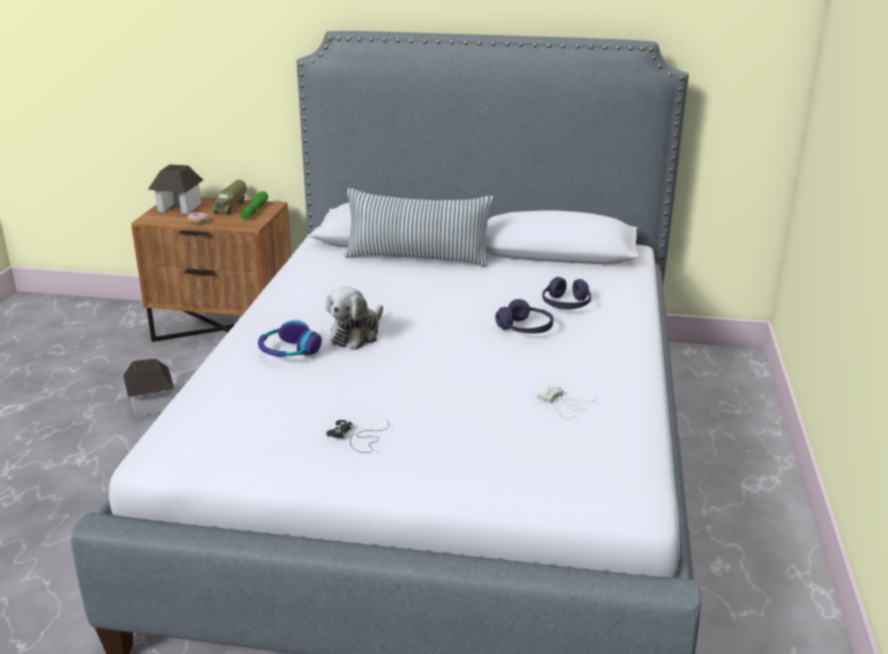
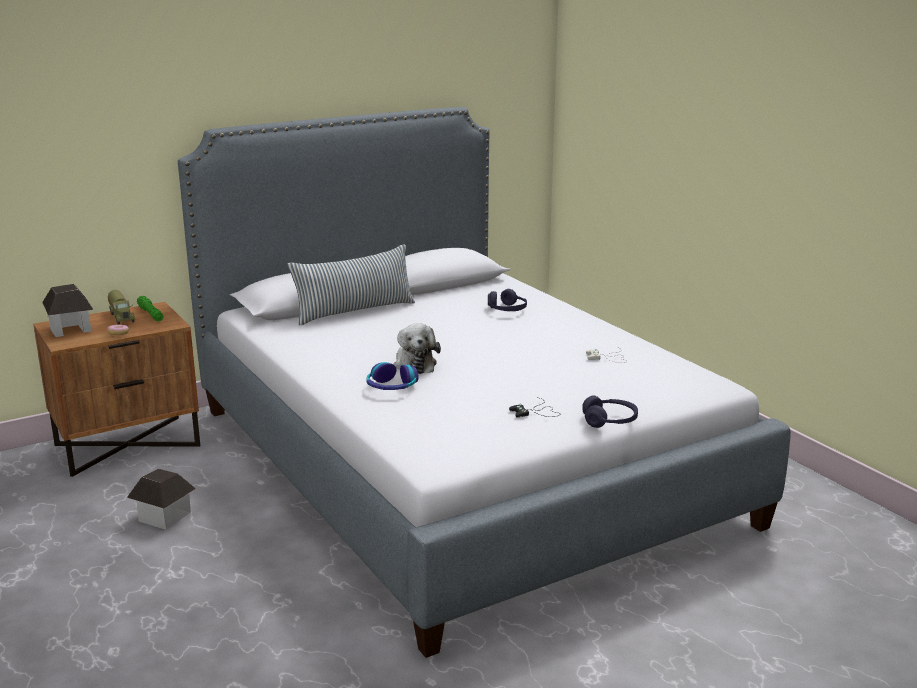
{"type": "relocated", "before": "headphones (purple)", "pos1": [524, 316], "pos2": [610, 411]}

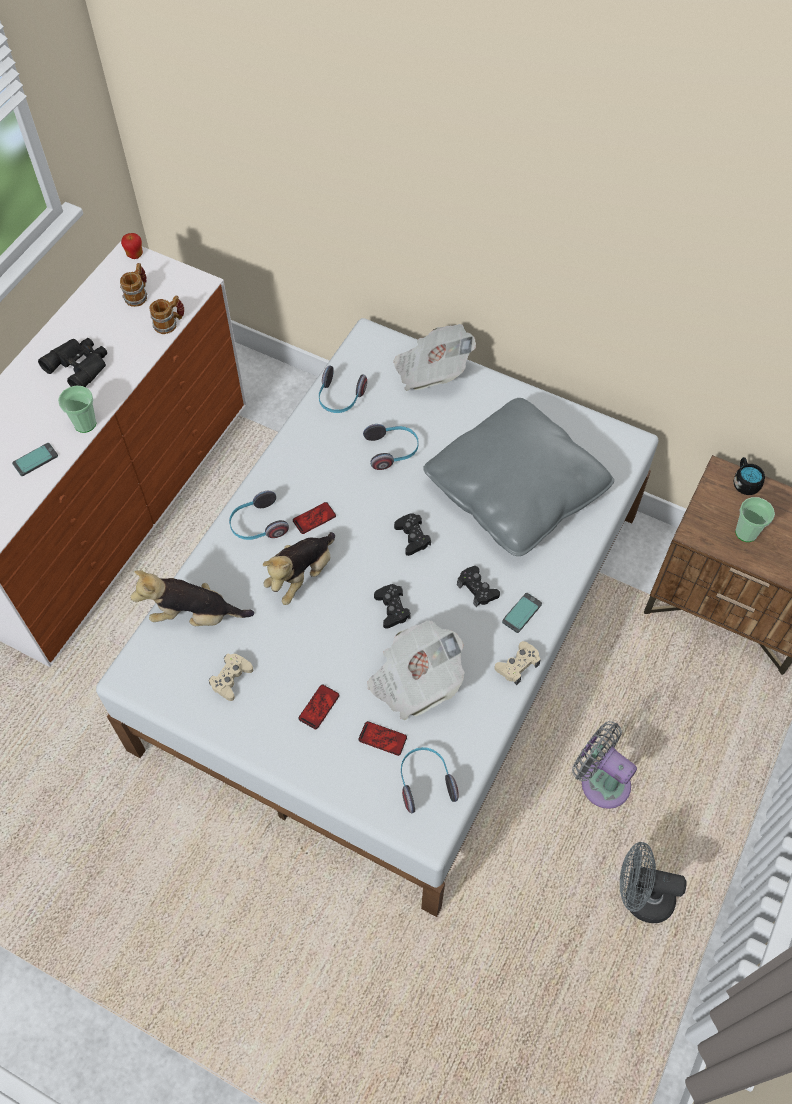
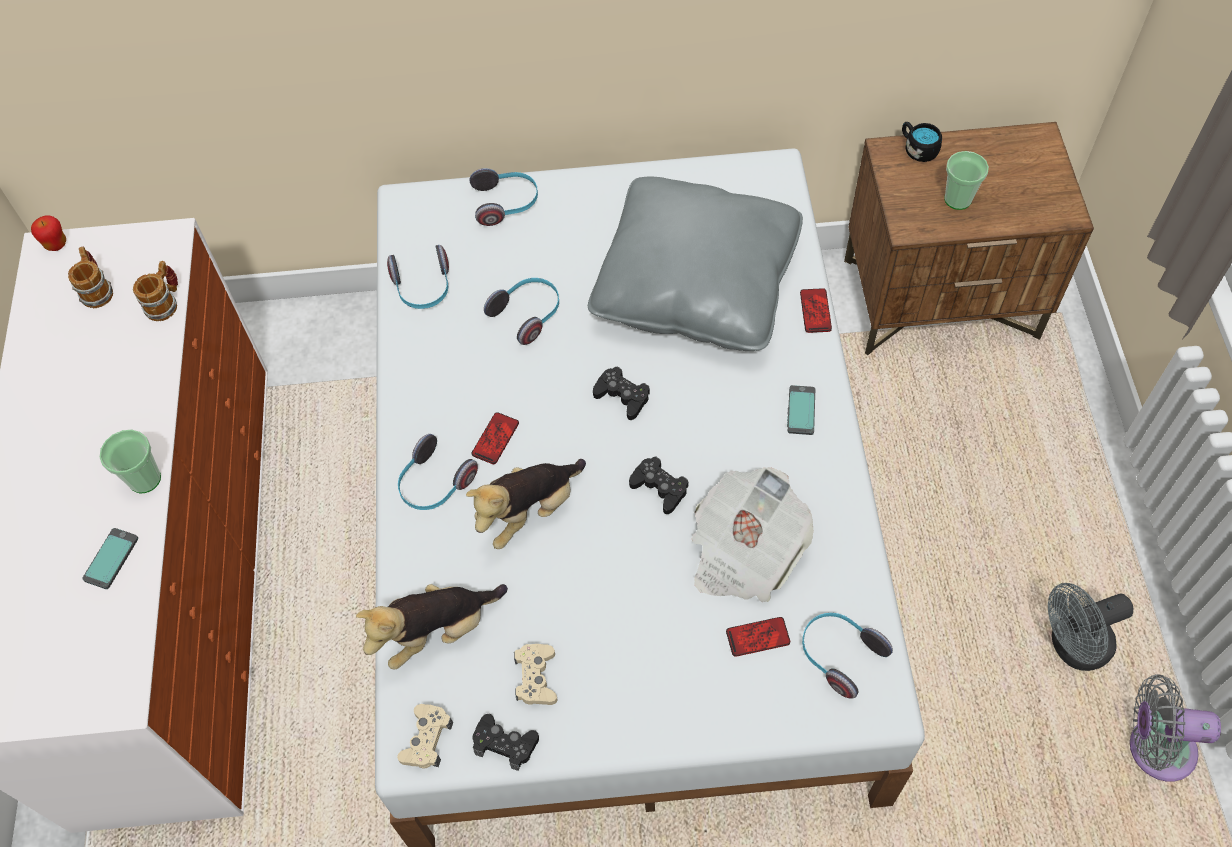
{"type": "missing", "before": "binoculars (black)", "pos1": [72, 362]}
{"type": "relocated", "before": "phone", "pos1": [318, 706], "pos2": [816, 310]}
{"type": "relocated", "before": "game controller (black)", "pos1": [478, 586], "pos2": [506, 742]}
{"type": "relocated", "before": "game controller (beige)", "pos1": [517, 663], "pos2": [425, 736]}
{"type": "relocated", "before": "fan (grey)", "pos1": [604, 765], "pos2": [1175, 728]}
{"type": "exchanged", "before": "newspaper", "after": "headphones", "pos1": [434, 357], "pos2": [504, 197]}
{"type": "spun", "before": "plush toy", "pos1": [299, 568], "pos2": [526, 504], "turn": 45}

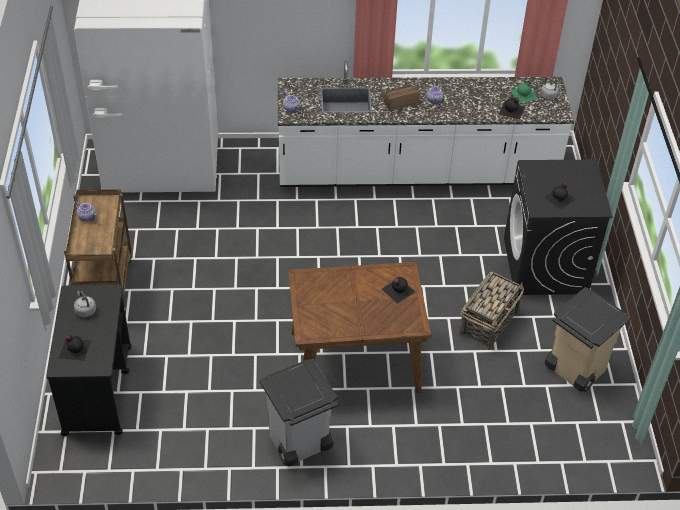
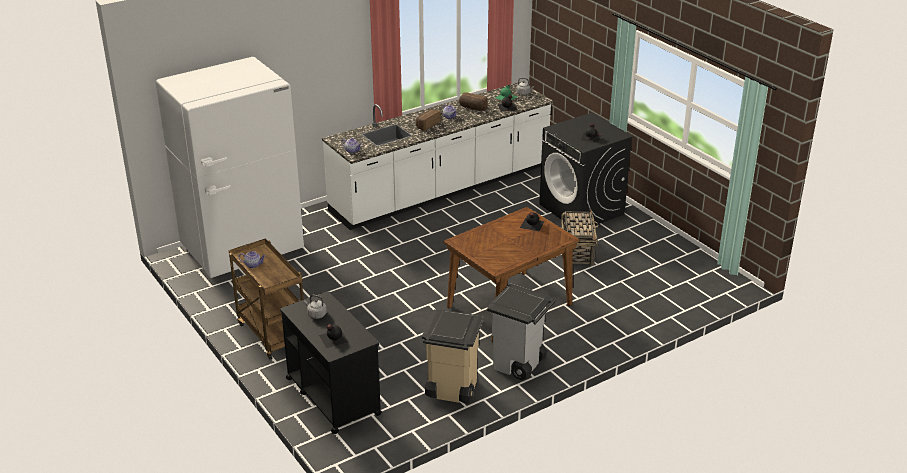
{"type": "appeared", "after": "bread", "pos2": [473, 101]}
{"type": "relocated", "before": "trash can (beige)", "pos1": [587, 339], "pos2": [453, 356]}

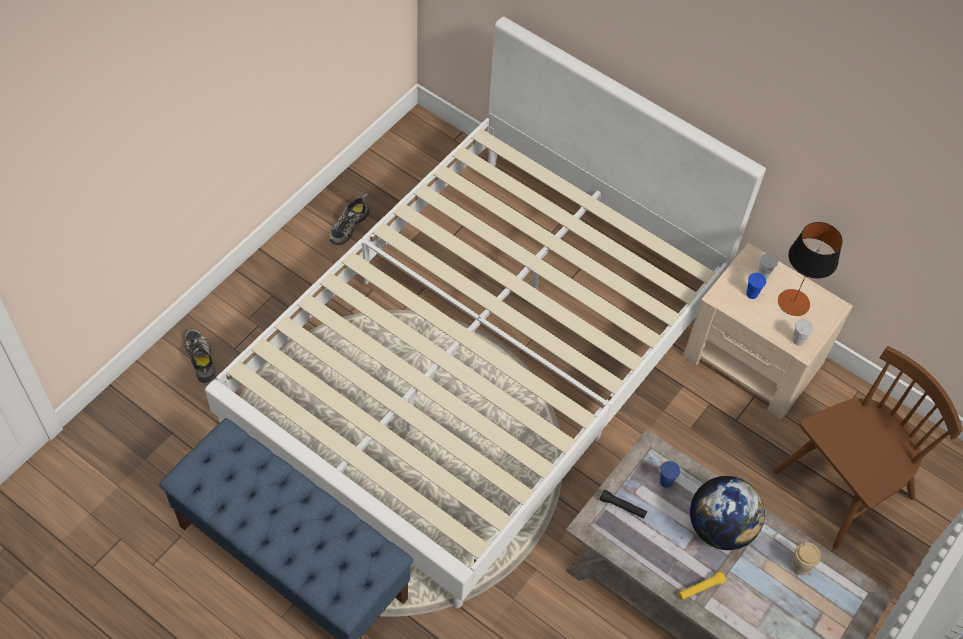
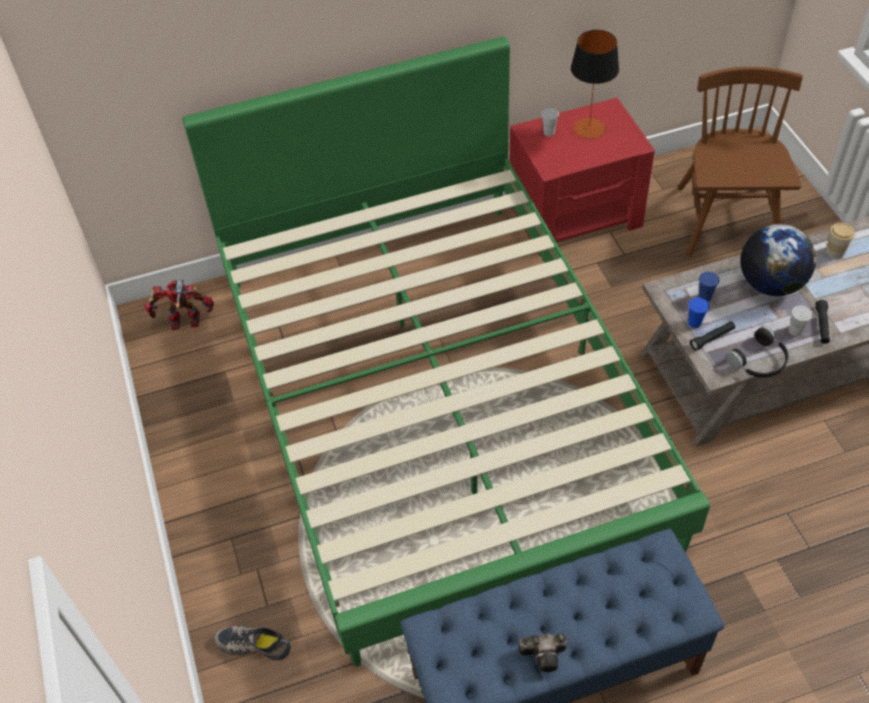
{"type": "missing", "before": "shoe", "pos1": [349, 219]}
{"type": "appeared", "after": "toy robot", "pos2": [179, 304]}
{"type": "appeared", "after": "photo camera", "pos2": [543, 653]}
{"type": "appeared", "after": "headphones (black)", "pos2": [757, 352]}
{"type": "relocated", "before": "cup (blue)", "pos1": [756, 286], "pos2": [698, 312]}
{"type": "relocated", "before": "cup (white)", "pos1": [803, 332], "pos2": [800, 320]}
{"type": "colour", "before": "bed (white)", "after": "bed (green)", "pos1": [485, 312], "pos2": [446, 351]}
{"type": "colour", "before": "flashlight (yellow)", "after": "flashlight (black)", "pos1": [702, 585], "pos2": [822, 322]}
{"type": "colour", "before": "nightstand (beige)", "after": "nightstand (red)", "pos1": [768, 331], "pos2": [582, 177]}

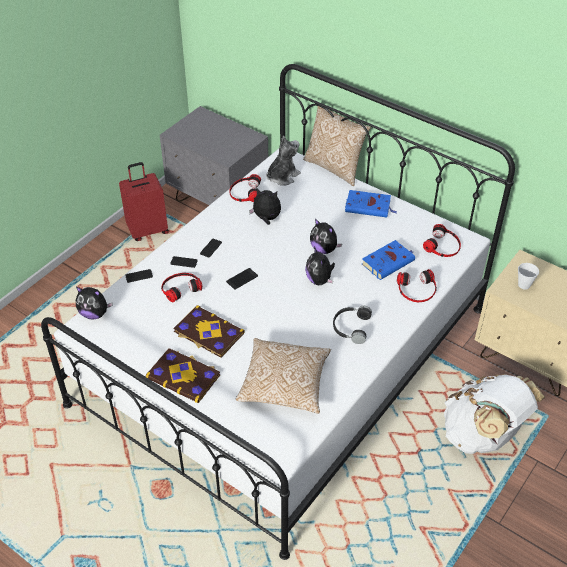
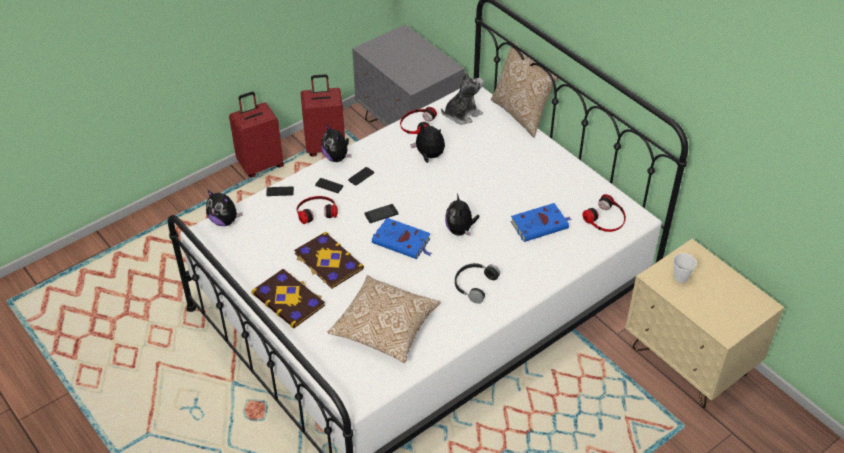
{"type": "missing", "before": "headphones", "pos1": [417, 285]}
{"type": "missing", "before": "backpack (white)", "pos1": [494, 414]}
{"type": "appeared", "after": "suitcase (red)", "pos2": [256, 135]}
{"type": "relocated", "before": "plush toy", "pos1": [326, 236], "pos2": [336, 143]}
{"type": "relocated", "before": "book (blue)", "pos1": [371, 204], "pos2": [402, 238]}

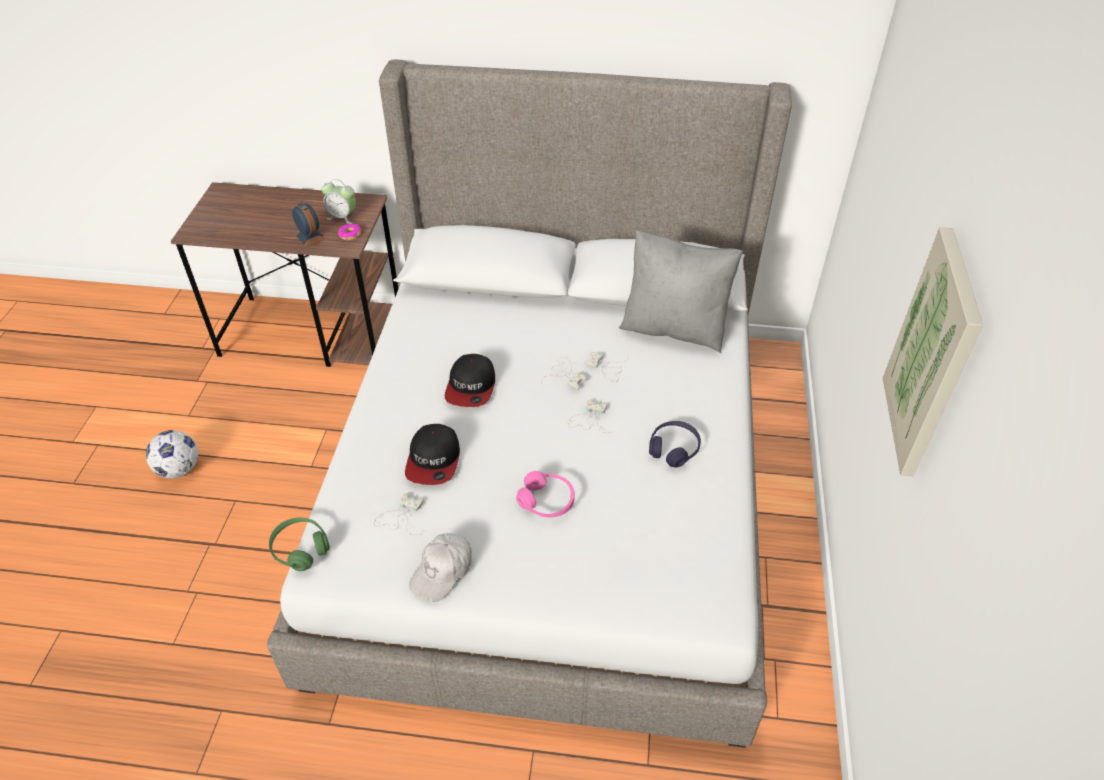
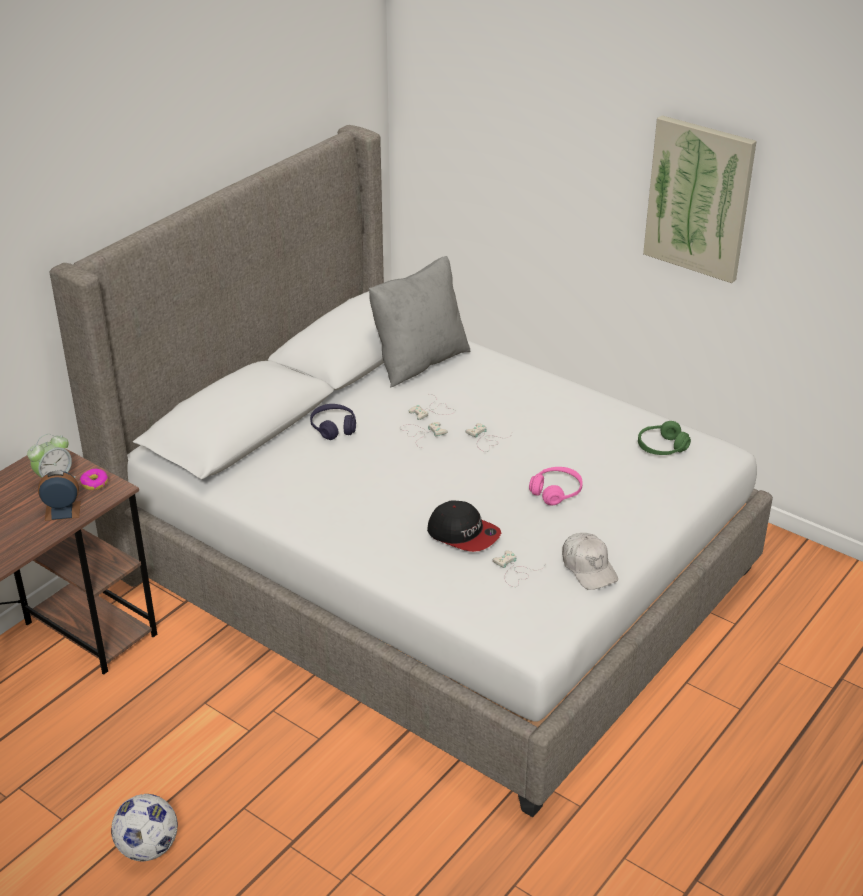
{"type": "missing", "before": "cap", "pos1": [470, 380]}
{"type": "relocated", "before": "headphones (green)", "pos1": [299, 544], "pos2": [664, 438]}
{"type": "relocated", "before": "headphones (purple)", "pos1": [675, 444], "pos2": [333, 422]}

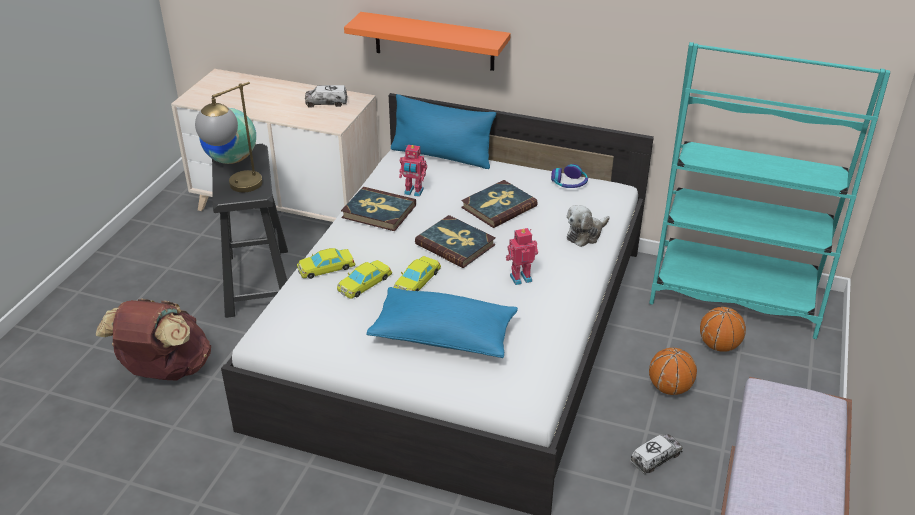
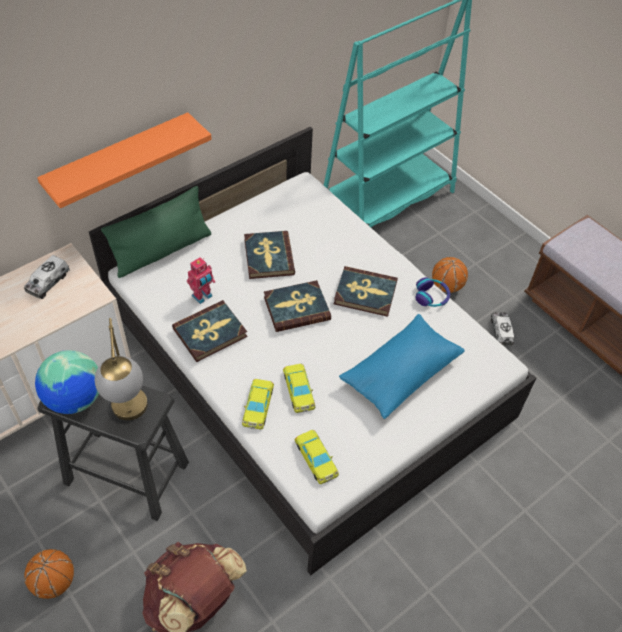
{"type": "missing", "before": "plush toy", "pos1": [588, 226]}
{"type": "relocated", "before": "toy car (yellow)", "pos1": [417, 273], "pos2": [316, 457]}
{"type": "relocated", "before": "headphones", "pos1": [569, 176], "pos2": [432, 292]}
{"type": "relocated", "before": "basketball", "pos1": [723, 329], "pos2": [49, 574]}
{"type": "exchanged", "before": "toy robot", "after": "book", "pos1": [522, 256], "pos2": [366, 291]}
{"type": "colour", "before": "pillow (blue)", "after": "pillow (green)", "pos1": [443, 131], "pos2": [156, 232]}

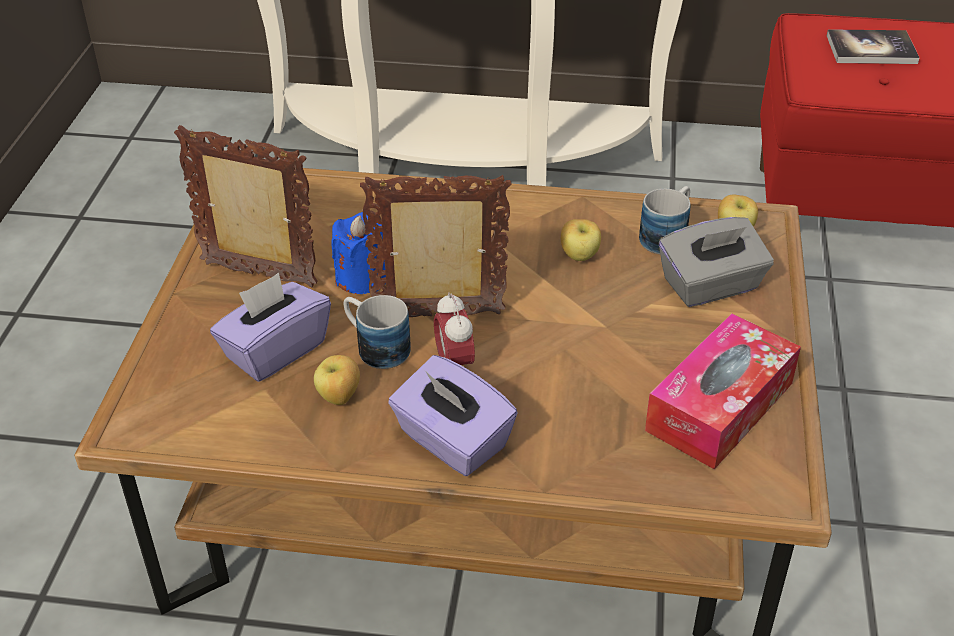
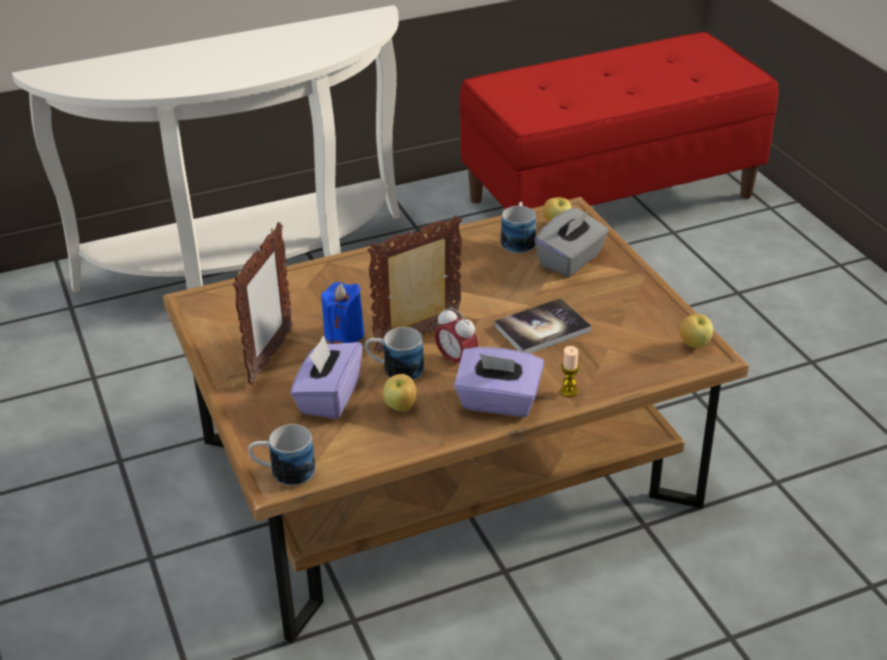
{"type": "missing", "before": "tissue box", "pos1": [723, 391]}
{"type": "appeared", "after": "mug", "pos2": [281, 455]}
{"type": "appeared", "after": "candle", "pos2": [569, 371]}
{"type": "relocated", "before": "apple", "pos1": [581, 240], "pos2": [696, 331]}
{"type": "relocated", "before": "book", "pos1": [873, 46], "pos2": [543, 326]}
{"type": "spun", "before": "picture frame", "pos1": [246, 206], "pos2": [263, 303], "turn": 120}

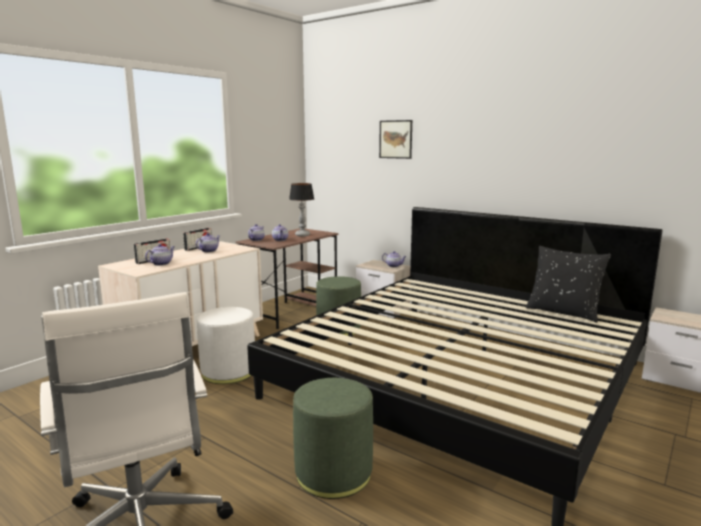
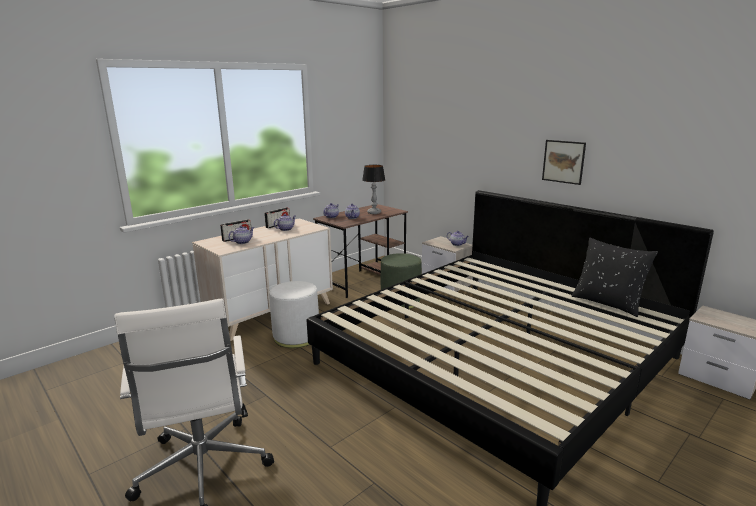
{"type": "missing", "before": "ottoman (green)", "pos1": [333, 438]}
{"type": "relocated", "before": "picture", "pos1": [395, 139], "pos2": [564, 162]}

